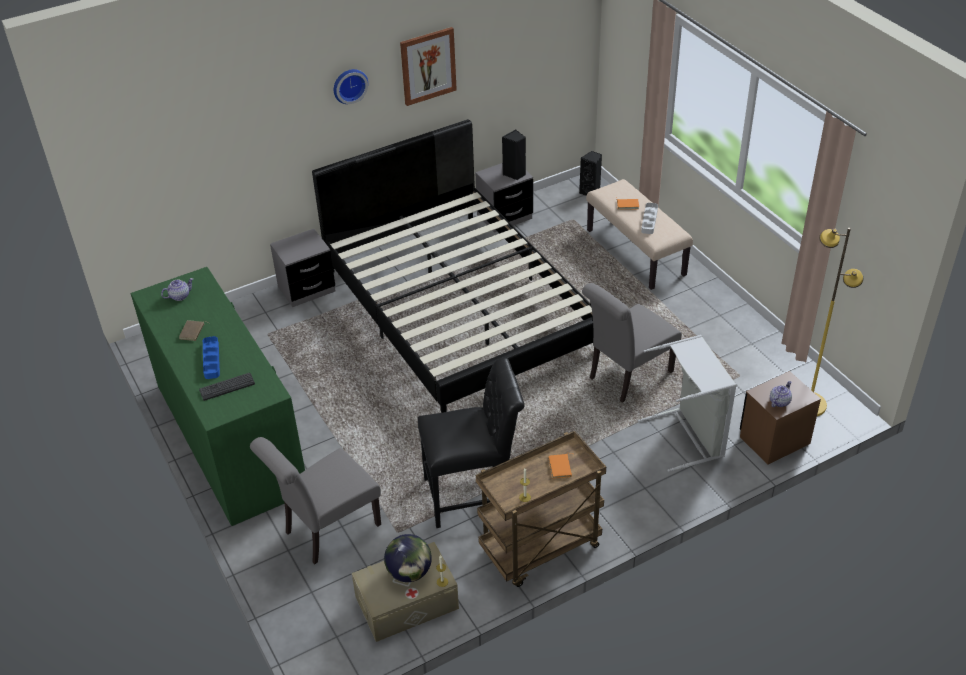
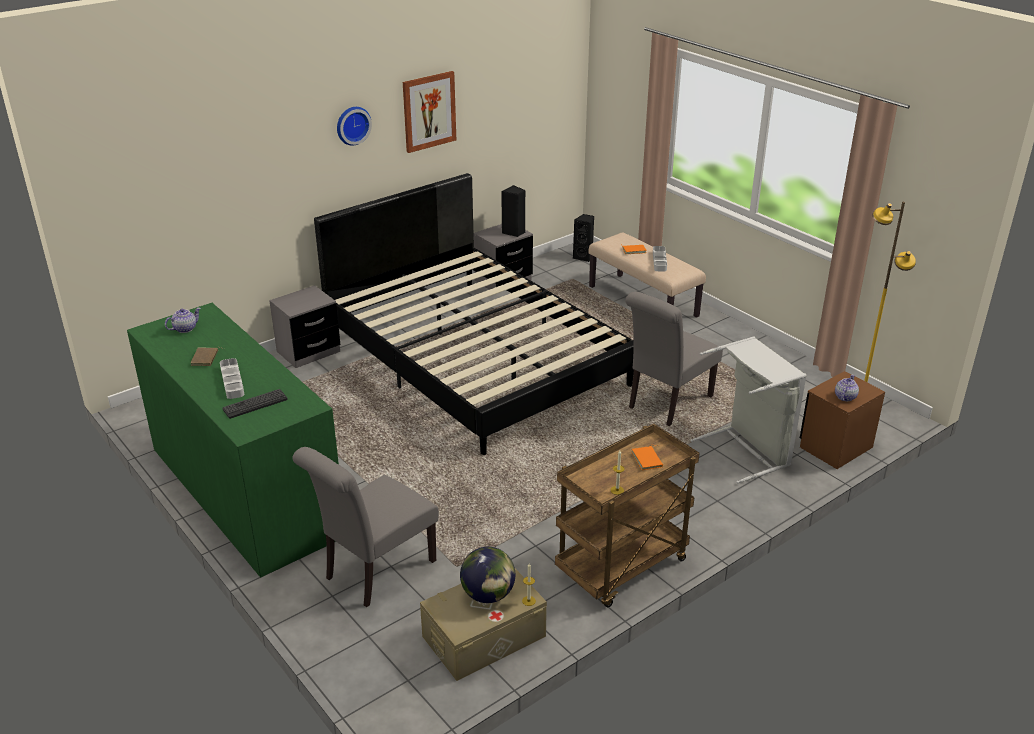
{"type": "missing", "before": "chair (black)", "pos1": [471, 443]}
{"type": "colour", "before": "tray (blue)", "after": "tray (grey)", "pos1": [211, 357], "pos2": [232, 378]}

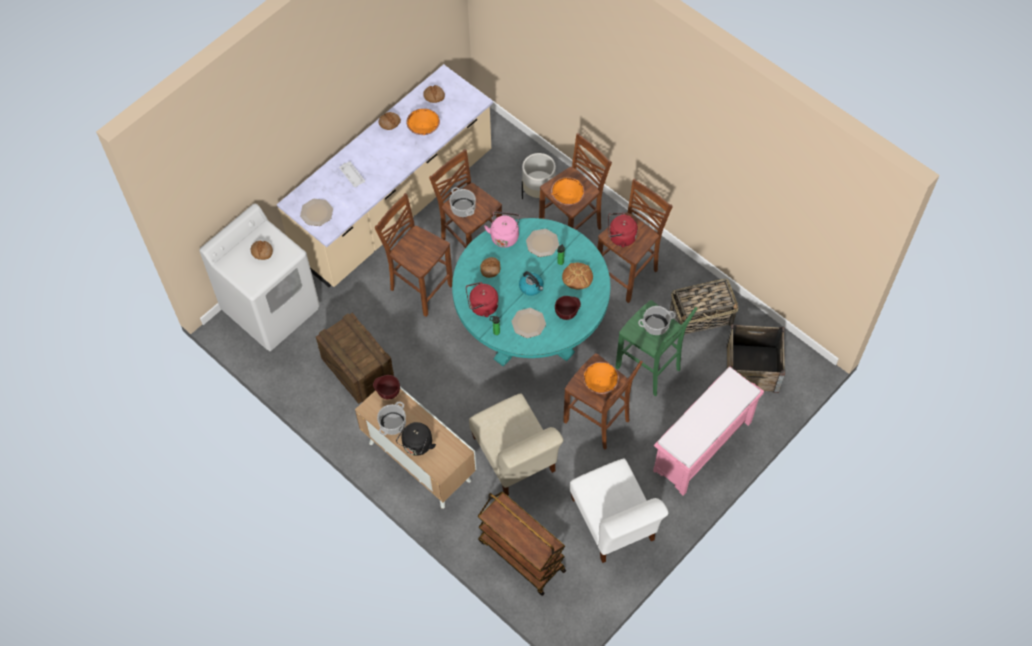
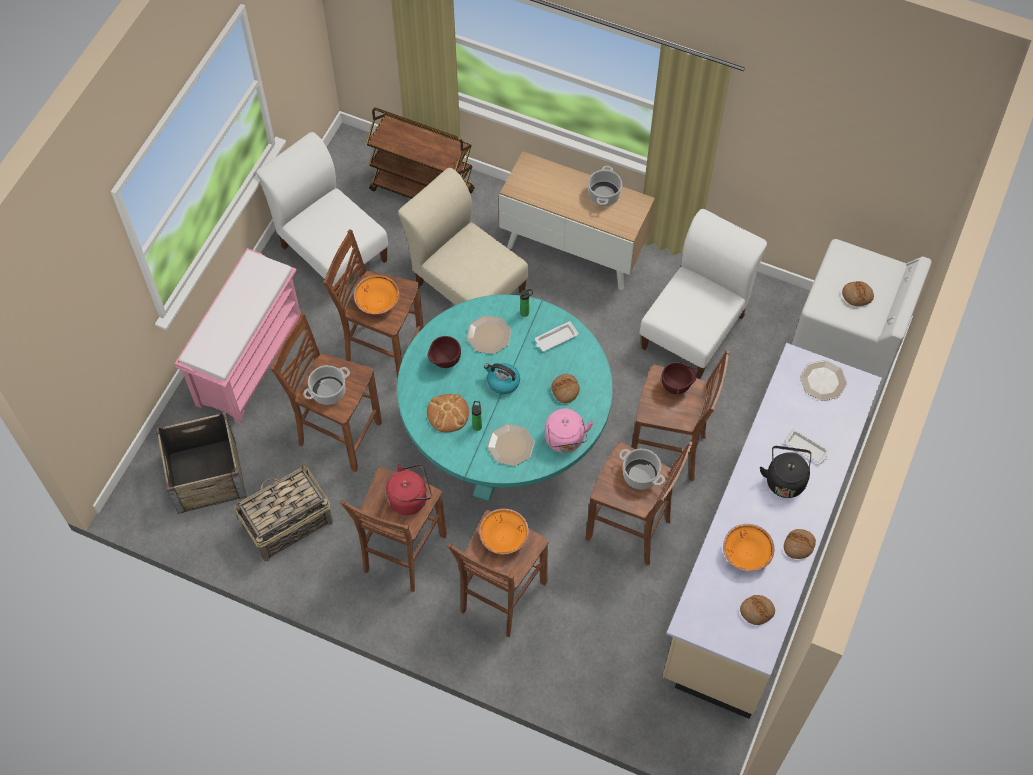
{"type": "missing", "before": "planter (white)", "pos1": [539, 176]}
{"type": "relocated", "before": "bowl (brown)", "pos1": [386, 387], "pos2": [679, 378]}
{"type": "relocated", "before": "kettle (black)", "pos1": [416, 439], "pos2": [786, 472]}
{"type": "exchanged", "before": "crate", "after": "chair (white)", "pos1": [355, 358], "pos2": [703, 294]}
{"type": "exchanged", "before": "kettle (red)", "after": "tray (white)", "pos1": [482, 299], "pos2": [557, 336]}
{"type": "colour", "before": "stool (green)", "after": "stool (brown)", "pos1": [656, 348], "pos2": [326, 392]}

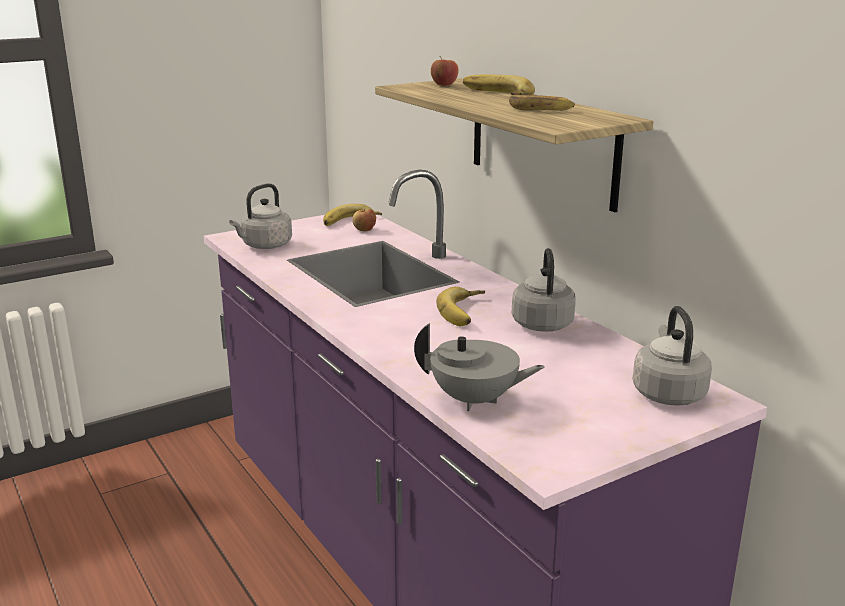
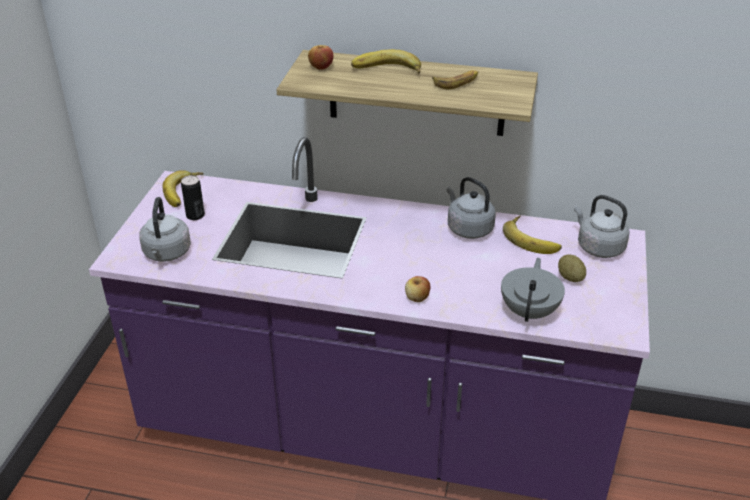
{"type": "appeared", "after": "can", "pos2": [193, 197]}
{"type": "appeared", "after": "potato", "pos2": [572, 268]}
{"type": "relocated", "before": "apple", "pos1": [364, 220], "pos2": [418, 289]}
{"type": "relocated", "before": "banana", "pos1": [460, 306], "pos2": [532, 234]}
{"type": "spun", "before": "teapot (grey)", "pos1": [479, 367], "pos2": [533, 290], "turn": -45}

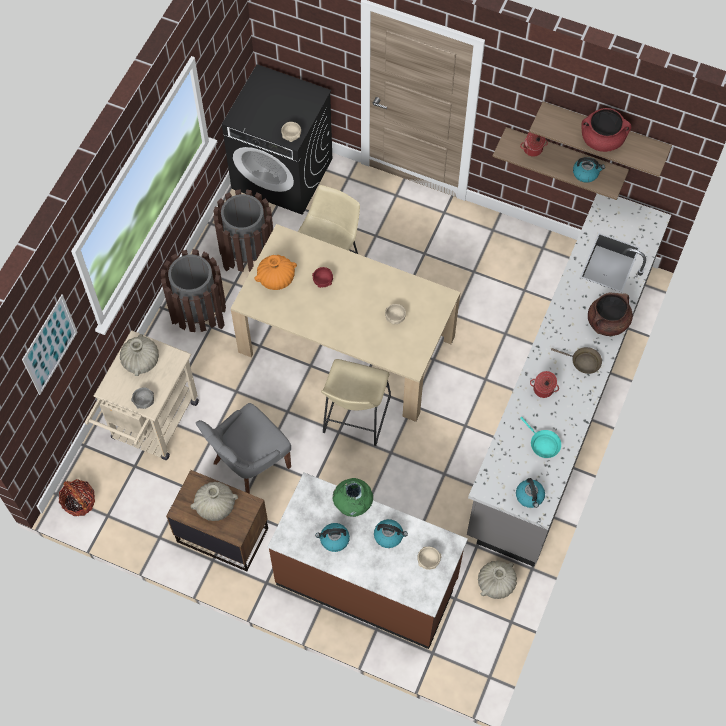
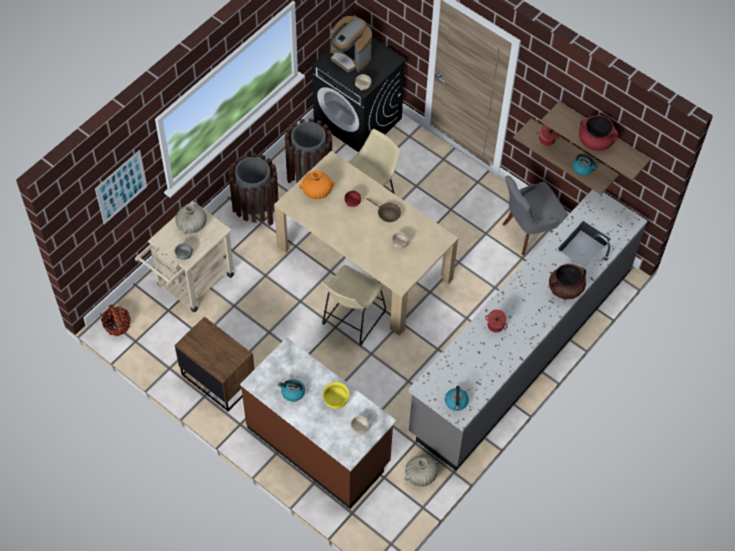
{"type": "missing", "before": "vase (beige)", "pos1": [214, 501]}
{"type": "missing", "before": "vase (green)", "pos1": [352, 497]}
{"type": "missing", "before": "frying pan (turquoise)", "pos1": [540, 437]}
{"type": "appeared", "after": "coffee machine", "pos2": [351, 44]}
{"type": "relocated", "before": "chair (grey)", "pos1": [243, 448], "pos2": [535, 215]}
{"type": "relocated", "before": "frying pan (brown)", "pos1": [576, 360], "pos2": [384, 210]}
{"type": "exchanged", "before": "kettle", "after": "bowl (yellow)", "pos1": [391, 533], "pos2": [336, 395]}

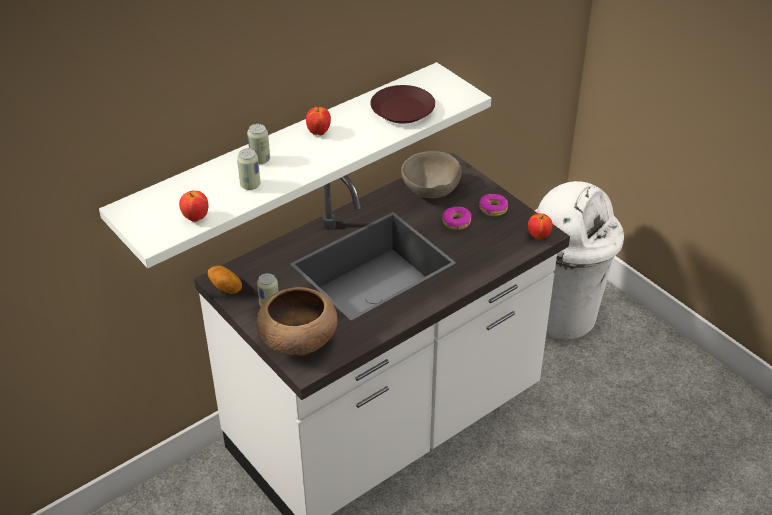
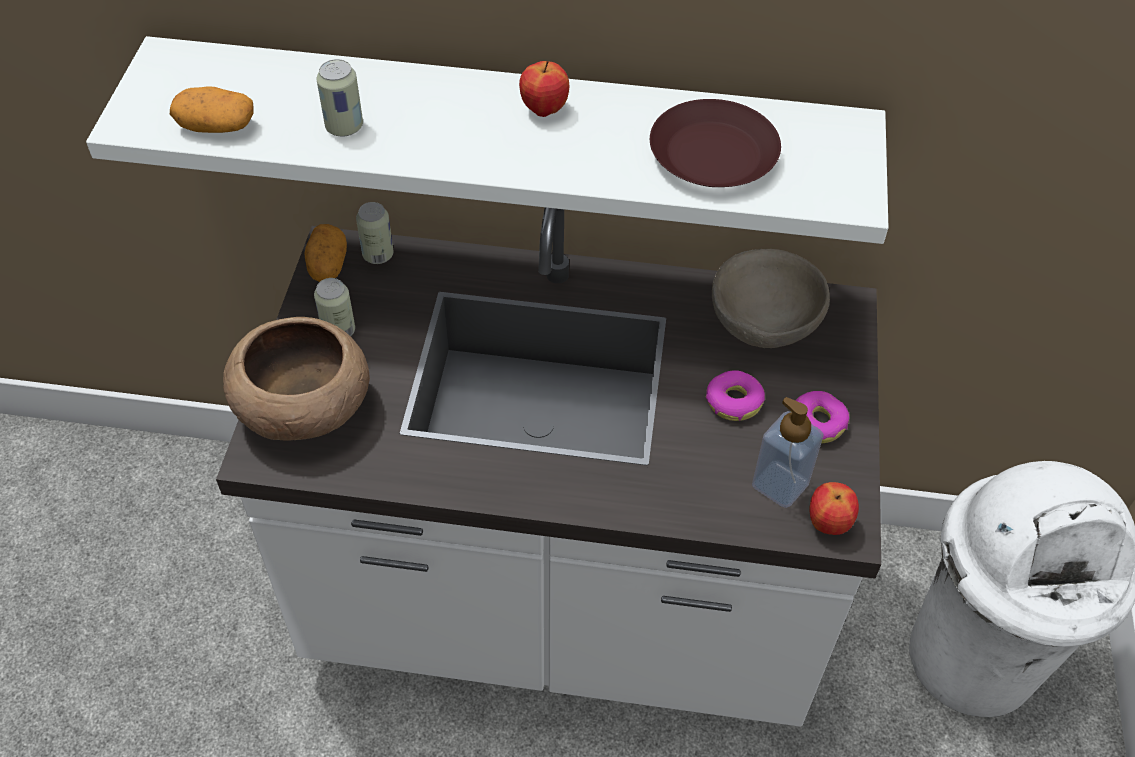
{"type": "appeared", "after": "soap dispenser", "pos2": [788, 452]}
{"type": "relocated", "before": "can", "pos1": [258, 144], "pos2": [375, 233]}
{"type": "exchanged", "before": "apple", "after": "potato", "pos1": [193, 206], "pos2": [211, 109]}

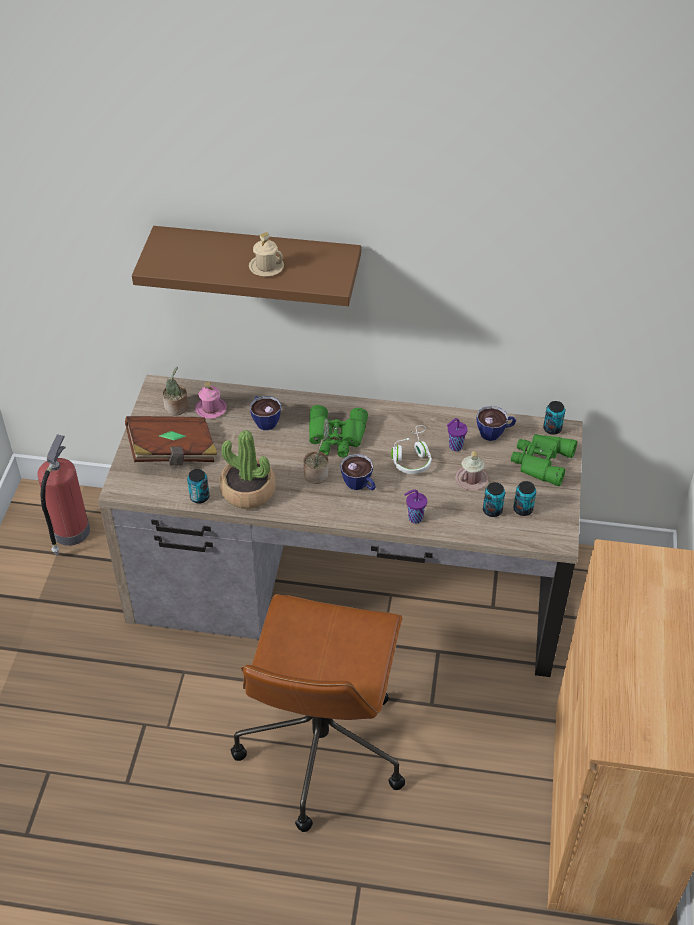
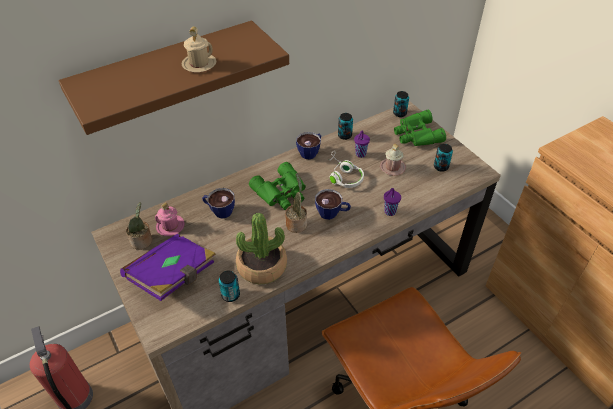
{"type": "relocated", "before": "cup", "pos1": [496, 423], "pos2": [308, 145]}
{"type": "relocated", "before": "can", "pos1": [494, 499], "pos2": [345, 126]}
{"type": "colour", "before": "book (brown)", "after": "book (purple)", "pos1": [171, 441], "pos2": [168, 267]}

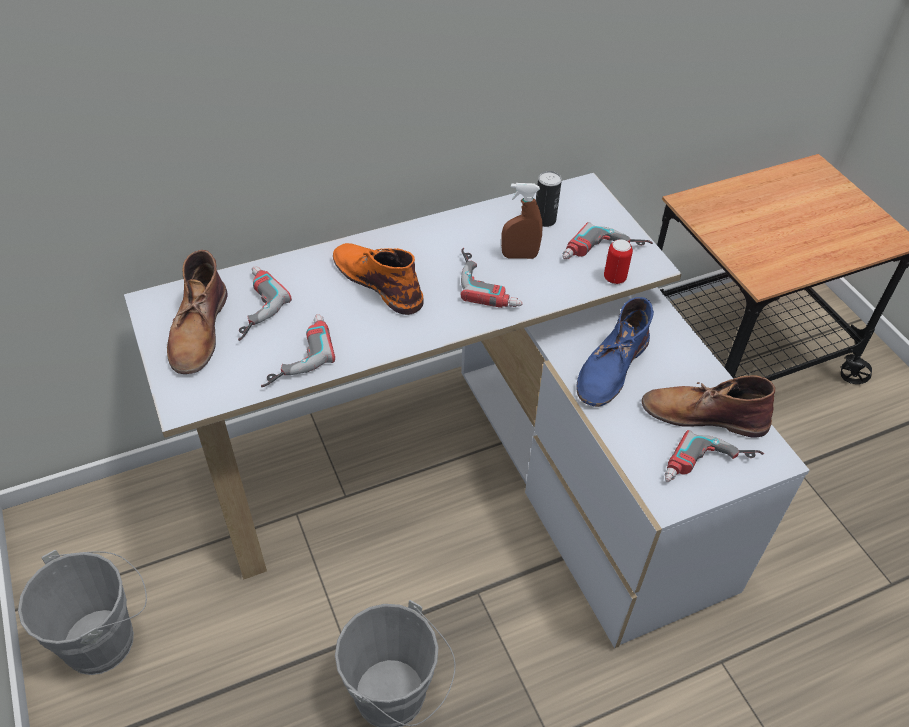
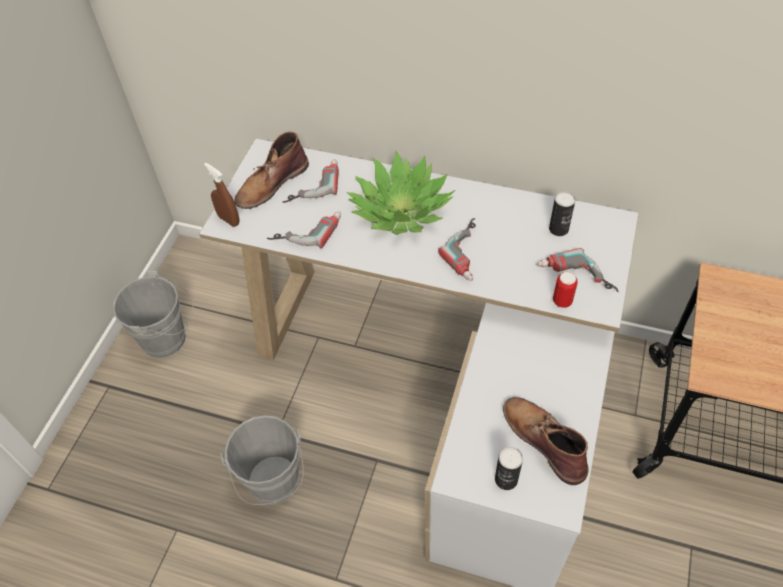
{"type": "missing", "before": "boot (blue)", "pos1": [615, 352]}
{"type": "relocated", "before": "spray bottle (brown)", "pos1": [522, 221], "pos2": [221, 195]}
{"type": "exchanged", "before": "boot (orange)", "after": "potted plant", "pos1": [378, 279], "pos2": [401, 192]}
{"type": "exchanged", "before": "power drill", "after": "can", "pos1": [714, 456], "pos2": [509, 468]}

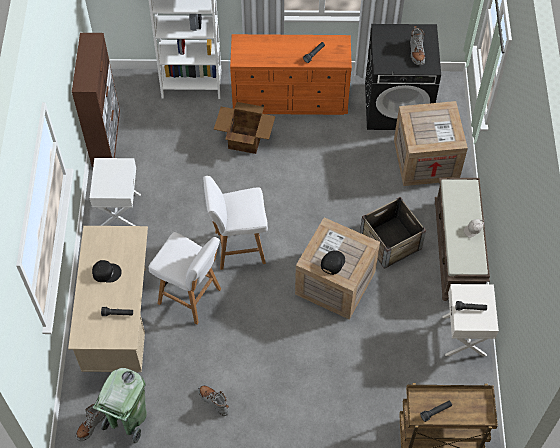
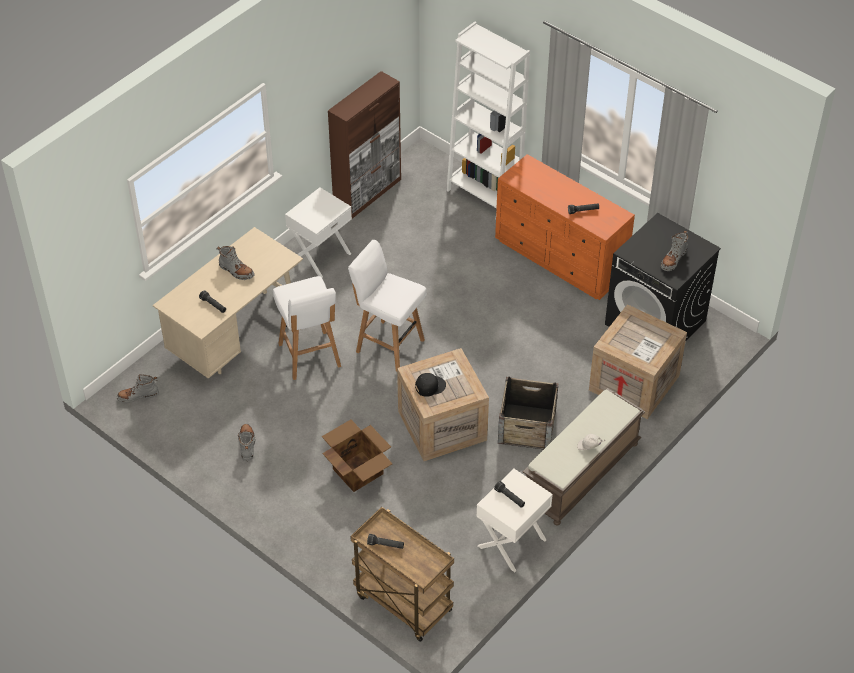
{"type": "missing", "before": "trash can (green)", "pos1": [119, 405]}
{"type": "relocated", "before": "cardboard box", "pos1": [244, 128], "pos2": [357, 455]}
{"type": "exchanged", "before": "cap (black)", "after": "boot (grey)", "pos1": [107, 271], "pos2": [235, 263]}

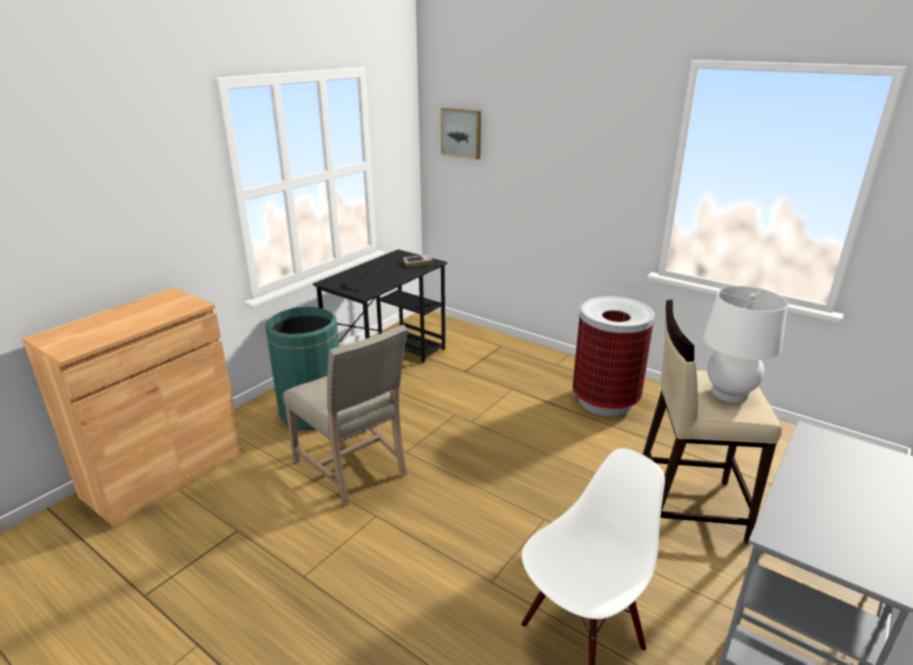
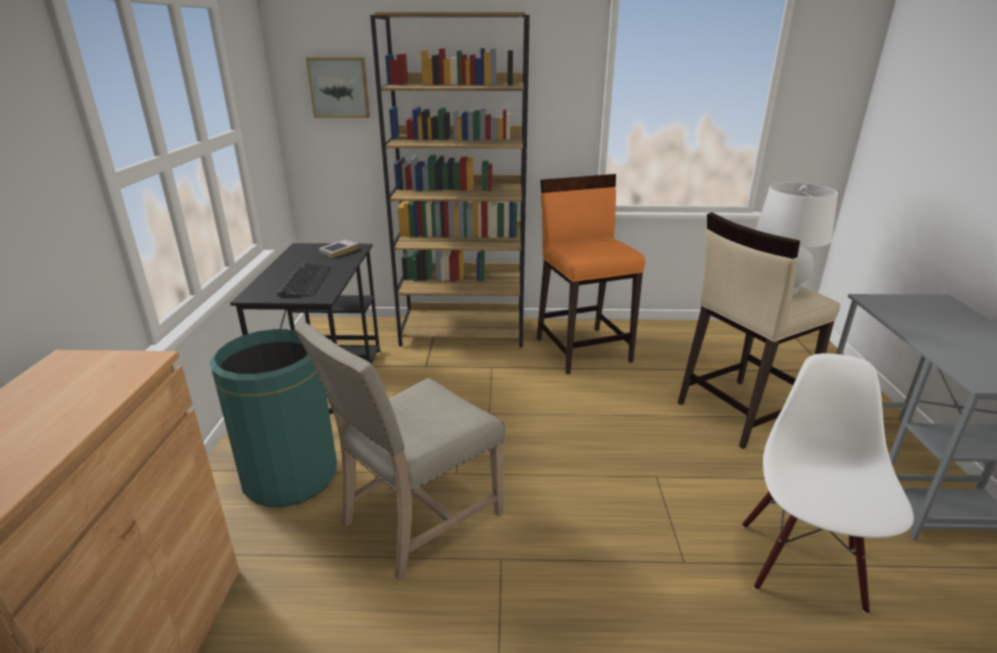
{"type": "appeared", "after": "bookcase (brown)", "pos2": [450, 179]}
{"type": "exchanged", "before": "trash can", "after": "stool (orange)", "pos1": [614, 356], "pos2": [591, 274]}
{"type": "spun", "before": "chair (beige)", "pos1": [345, 416], "pos2": [399, 451], "turn": 120}

